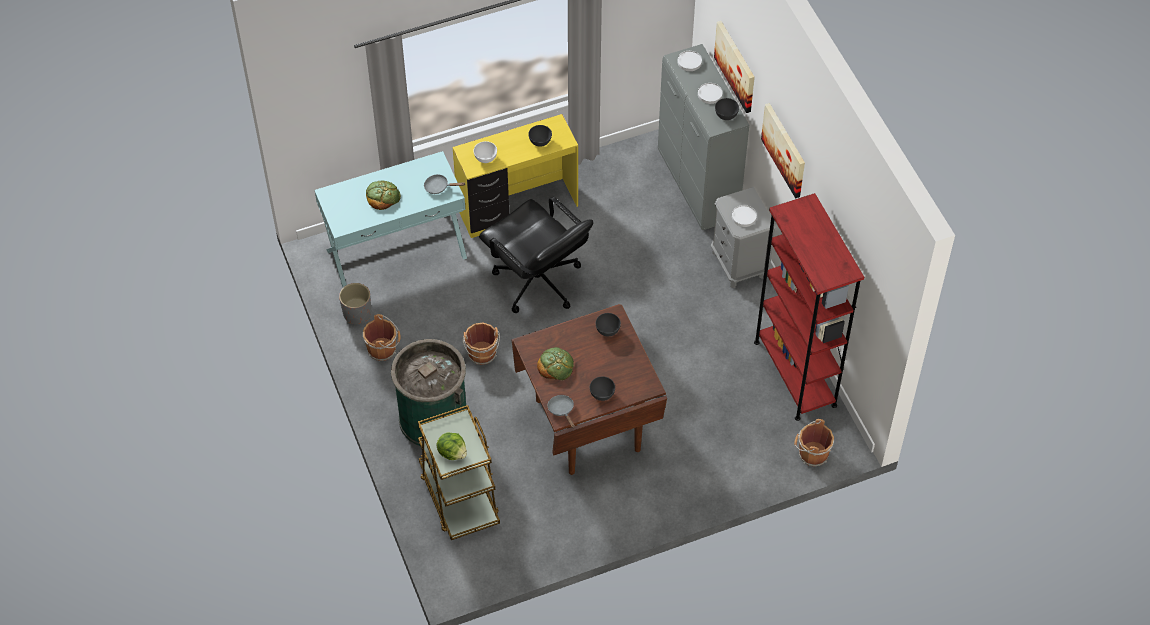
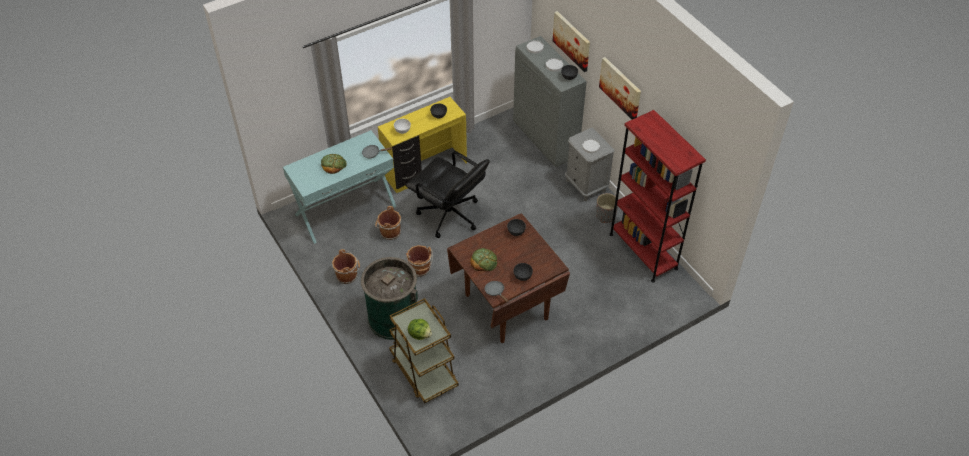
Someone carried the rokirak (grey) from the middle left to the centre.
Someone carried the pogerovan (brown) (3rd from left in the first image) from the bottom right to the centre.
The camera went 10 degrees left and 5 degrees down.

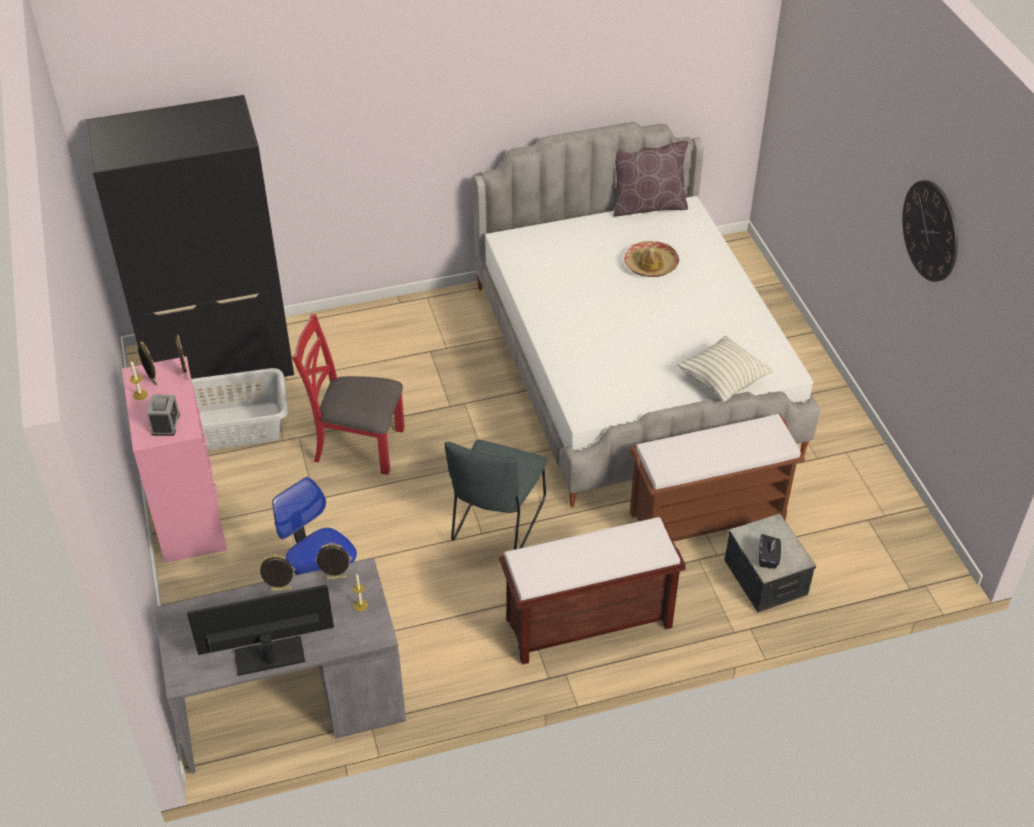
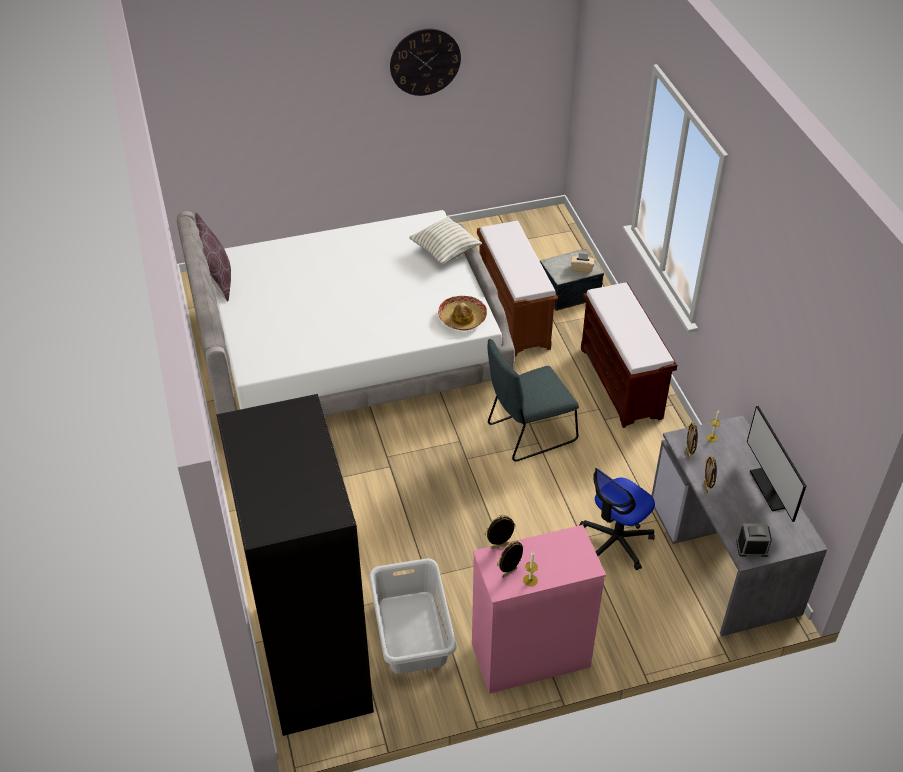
Someone took away the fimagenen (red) at the centre.
Someone carried the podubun from the middle left to the bottom right.
Someone carried the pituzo from the top centre to the centre.
Someone repainted the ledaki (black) at the middle right, which became the ledaki (beige) at the centre.
Someone rotated the fimagenen (grey) at the centre by 135 degrees clockwise.
The camera went 90 degrees left and 0 degrees up.

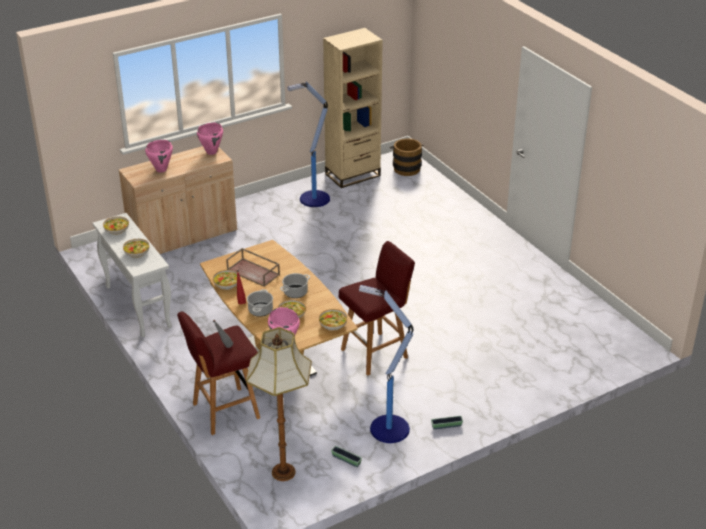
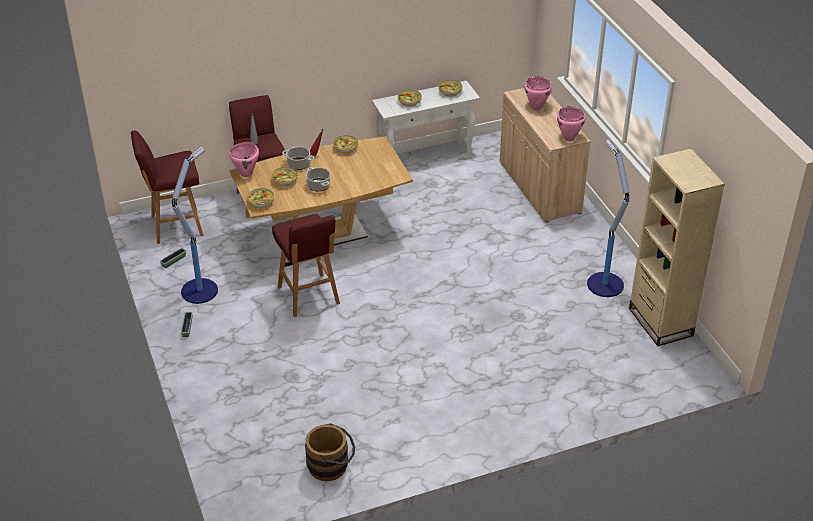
Someone took away the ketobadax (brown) at the centre.
Someone carried the pogerovan (brown) from the top centre to the bottom centre.
Someone swapped the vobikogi (1st from left) at the bottom centre for the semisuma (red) (1st from left) at the middle left.
The camera went 100 degrees right and 5 degrees up.

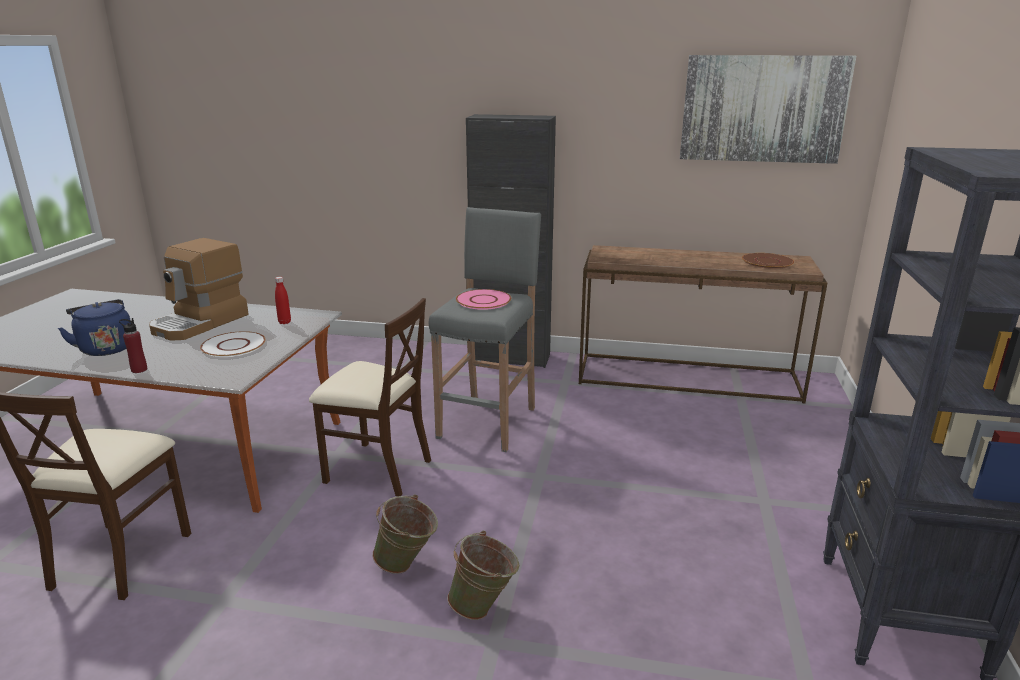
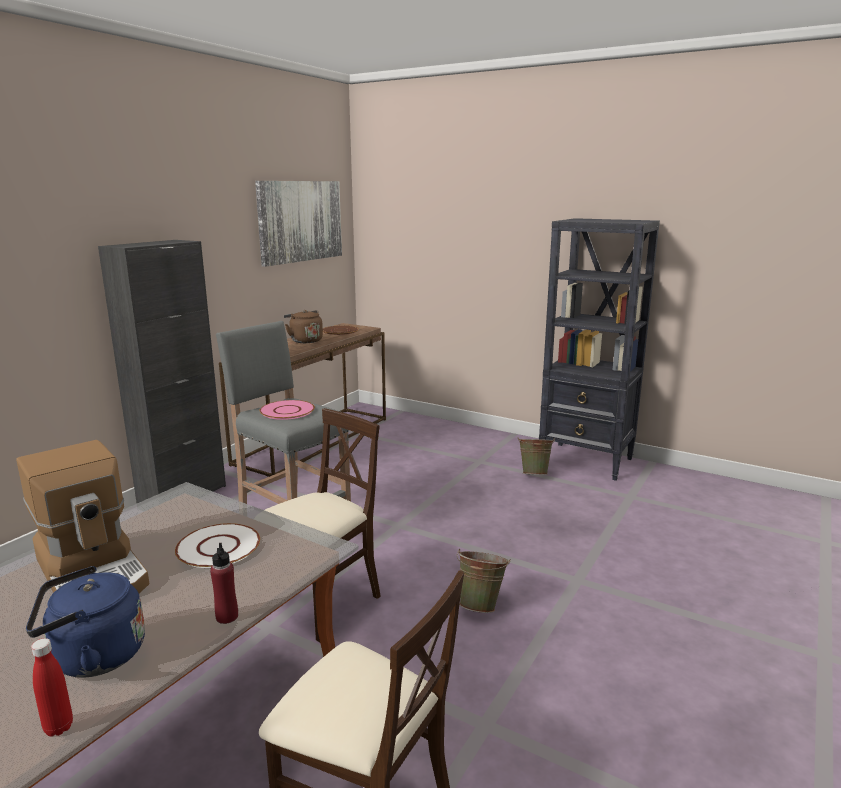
Someone put down the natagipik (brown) at the centre.
Someone carried the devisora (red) (2nd from left in the first image) from the middle left to the bottom left.
Someone carried the pogerovan (green) (2nd from left) from the bottom centre to the centre.
The camera went 70 degrees left and 5 degrees down.

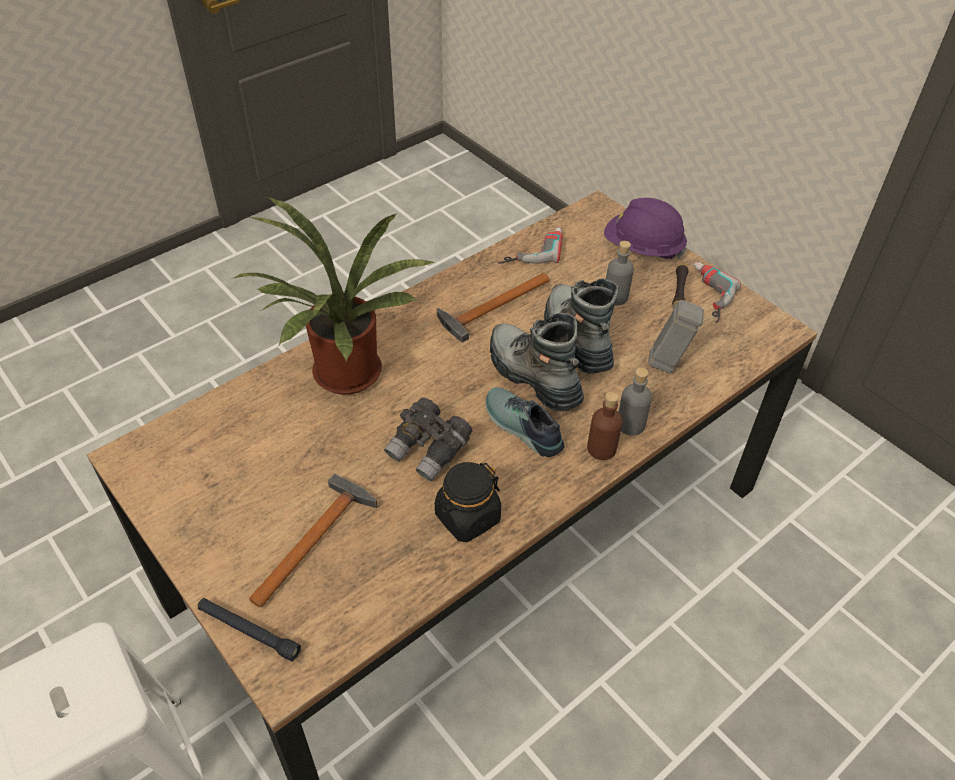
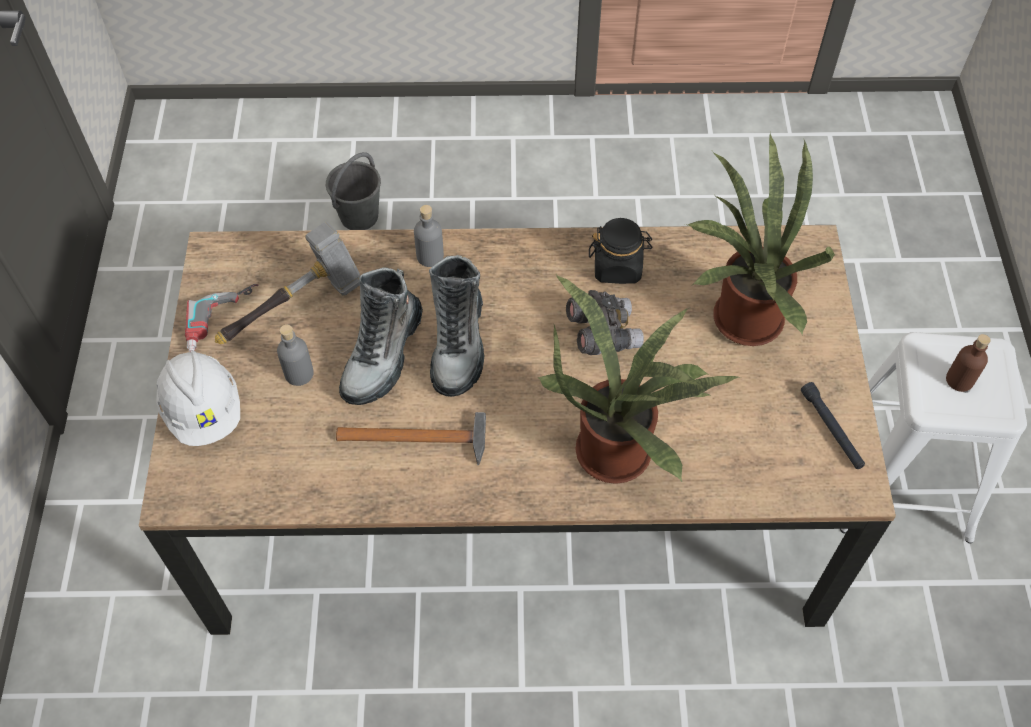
Someone took away the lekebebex at the centre.
Someone took away the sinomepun (1st from left) at the top centre.
Someone put down the pogerovan (grey) at the top centre.
Someone carried the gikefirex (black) from the bottom left to the middle right.
Someone carried the devisora (brown) from the centre to the middle right.
Someone swapped the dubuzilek (1st from left) at the bottom left for the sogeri (2nd from left) at the top right.
Someone repainted the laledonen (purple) at the top right, which became the laledonen (white) at the middle left.
The camera went 140 degrees left and 10 degrees up.

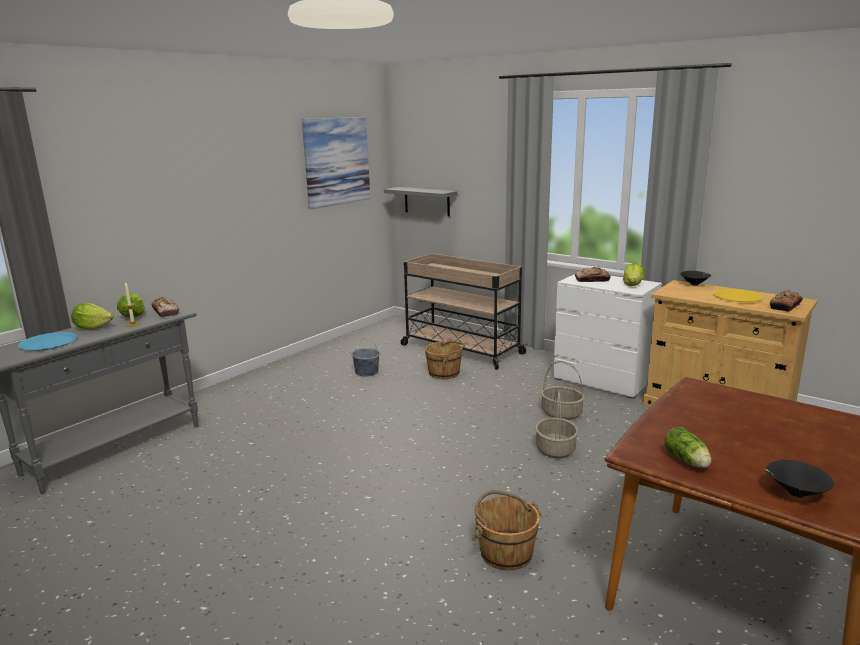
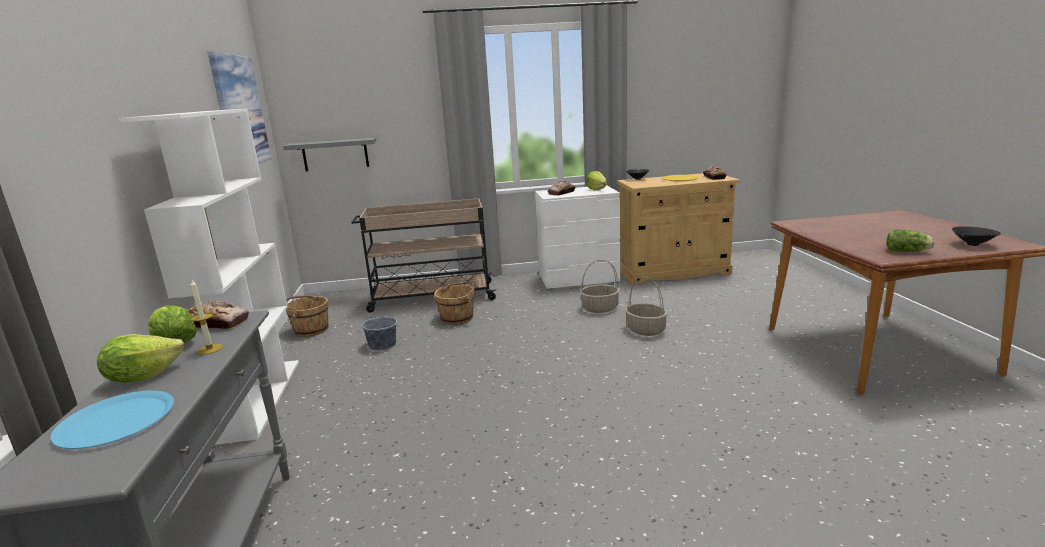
Someone put down the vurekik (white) at the middle left.
Someone carried the pogerovan (brown) (2nd from left in the first image) from the bottom centre to the middle left.
The camera went 45 degrees left and 0 degrees up.

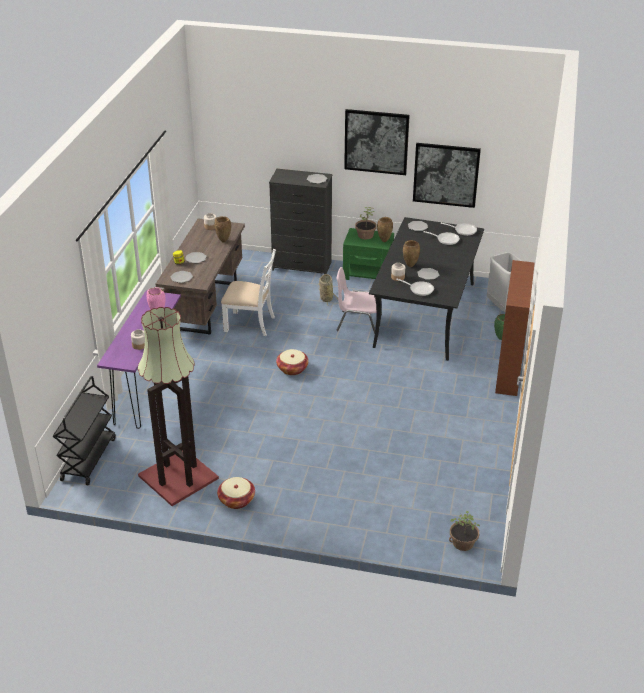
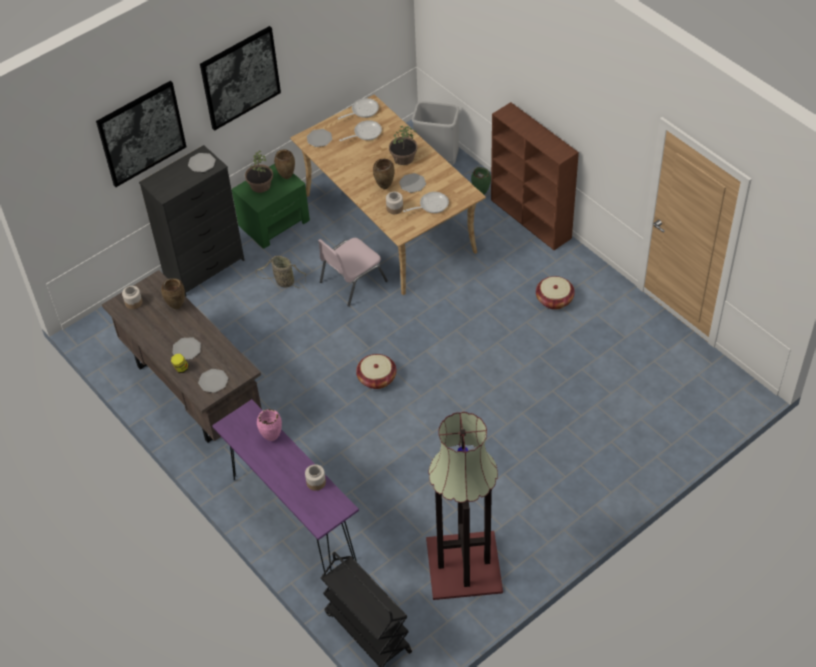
Someone took away the fimagenen (white) at the centre.
Someone carried the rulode (1st from left in the first image) from the bottom centre to the middle right.
Someone carried the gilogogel (2nd from left in the first image) from the top right to the top left.
Someone carried the sogeri (2nd from left) from the bottom right to the top centre.
Someone repainted the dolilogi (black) at the centre, which became the dolilogi (beige) at the top centre.
The camera went 50 degrees left and 15 degrees up.

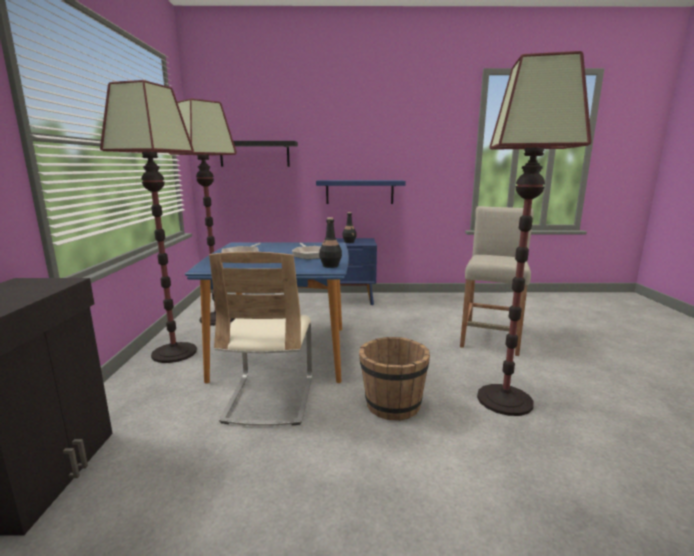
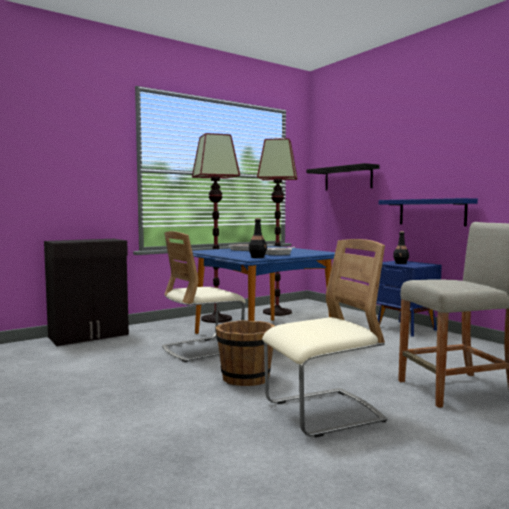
Someone swapped the vobikogi (3rd from left) at the middle right for the fimagenen (beige) (2nd from left) at the centre.
The camera went 55 degrees right and 10 degrees down.

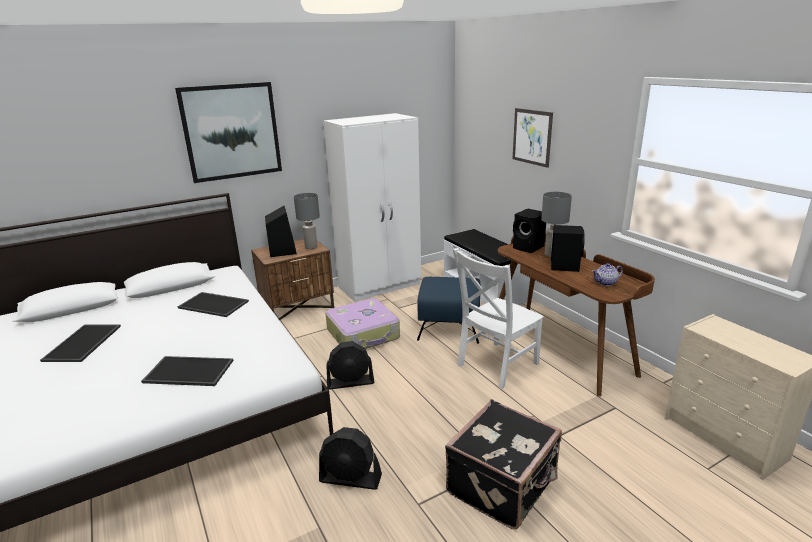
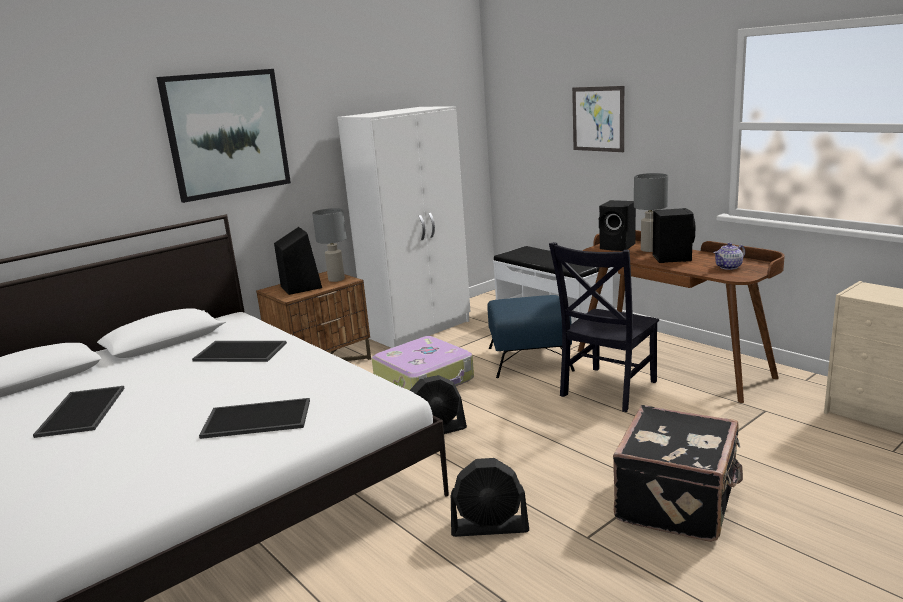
Someone repainted the fimagenen (white) at the centre, which became the fimagenen (black) at the middle right.
The camera went 10 degrees left and 5 degrees down.

